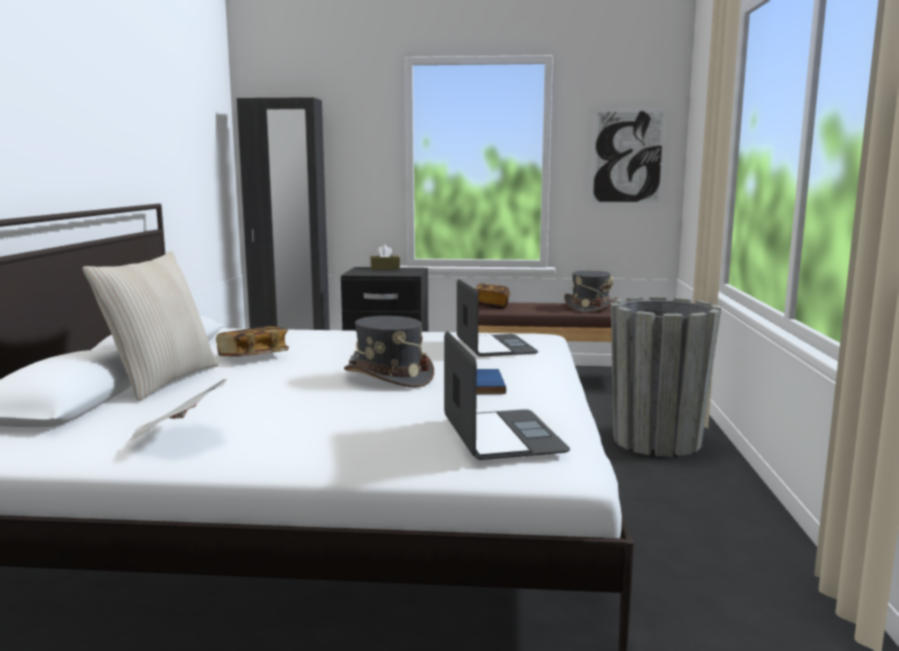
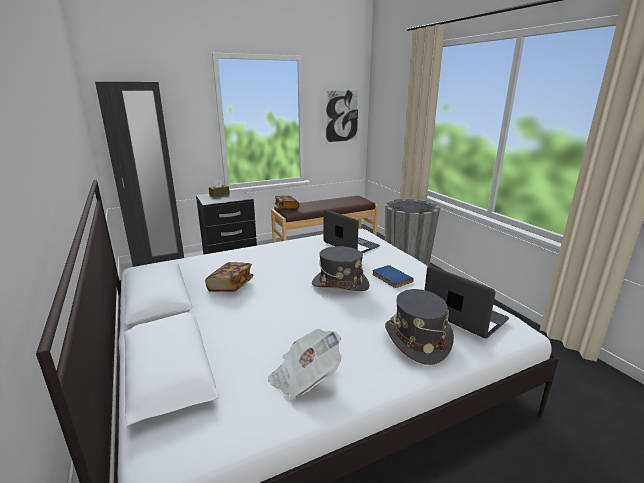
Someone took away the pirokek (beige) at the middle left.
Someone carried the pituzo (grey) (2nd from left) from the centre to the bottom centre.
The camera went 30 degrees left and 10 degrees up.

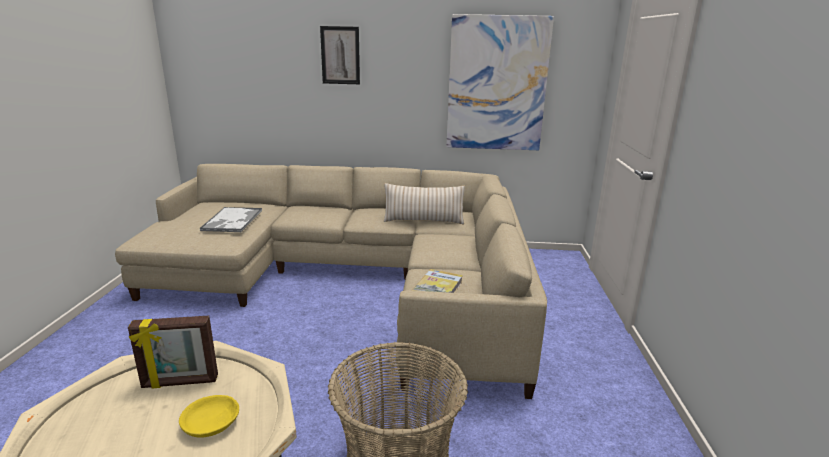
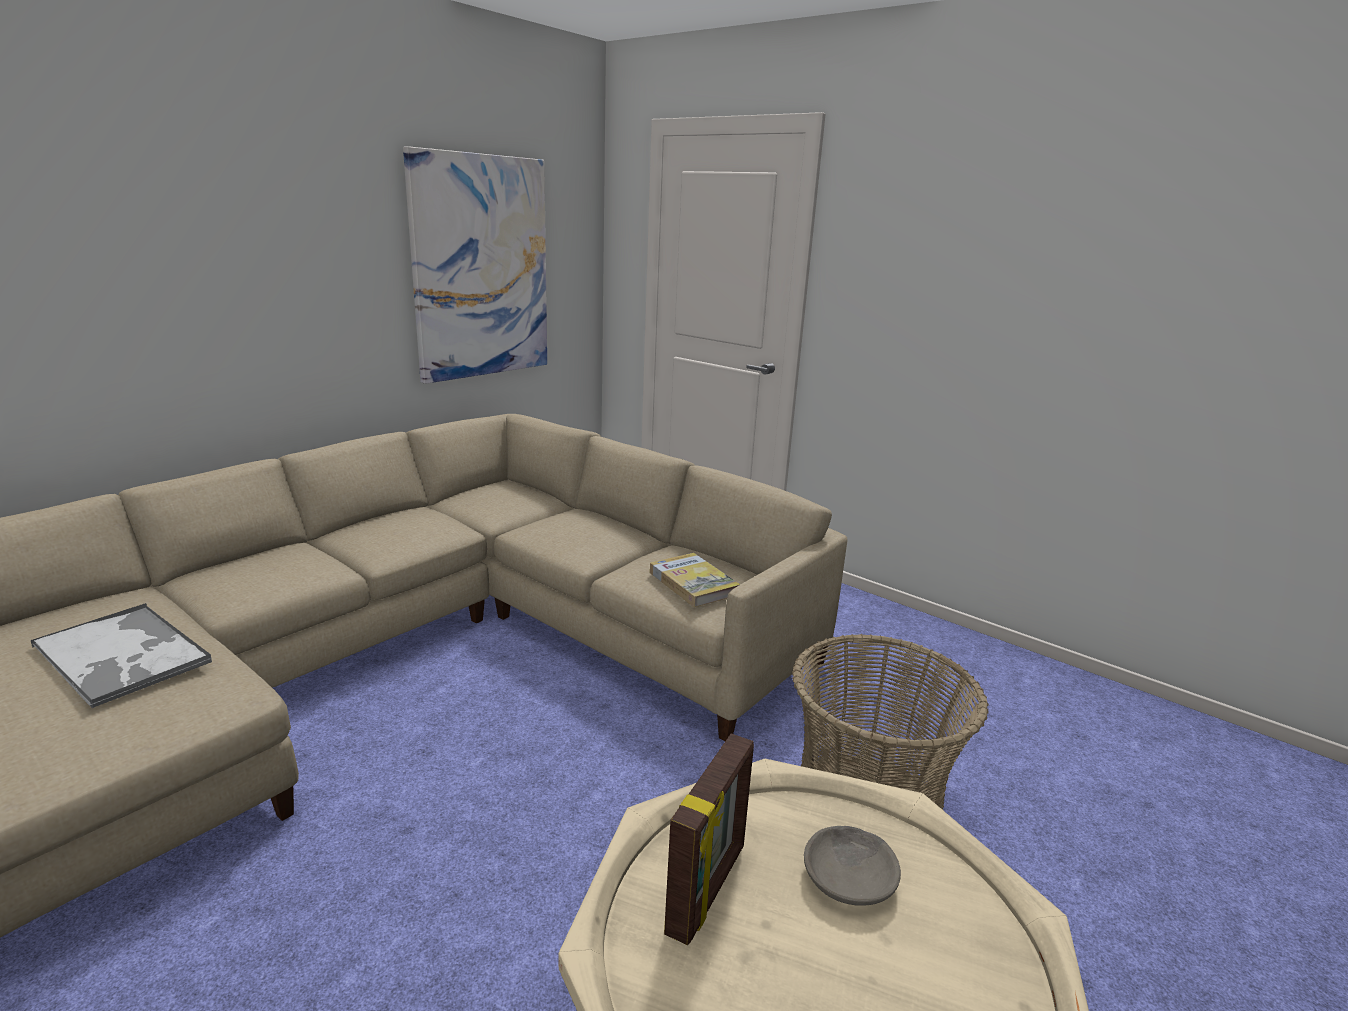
Someone took away the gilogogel (1st from left) at the top centre.
Someone took away the pirokek (beige) at the centre.
Someone repainted the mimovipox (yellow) at the bottom left, which became the mimovipox (grey) at the bottom centre.
The camera went 55 degrees left and 0 degrees up.

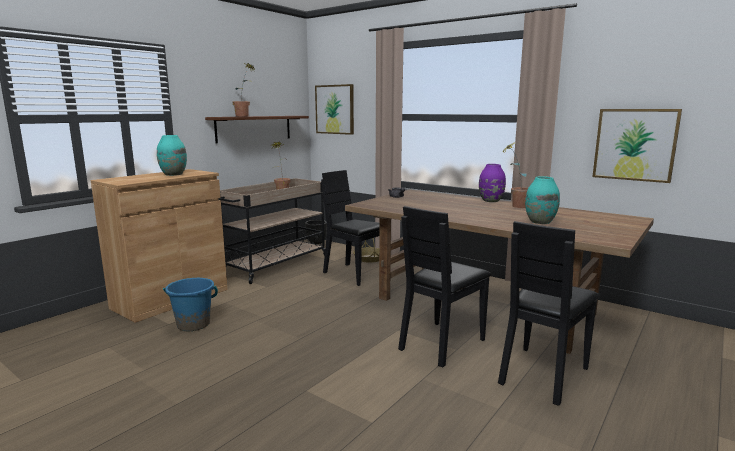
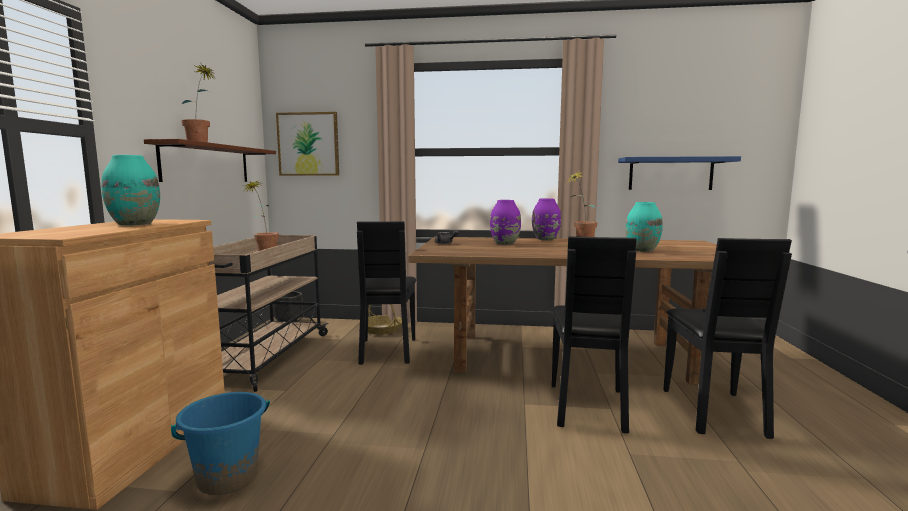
Someone put down the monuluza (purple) (1st from left) at the centre.
Someone swapped the gilogogel (2nd from left) at the top right for the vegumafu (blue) at the middle right.
Someone rotated the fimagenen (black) (1st from left) at the centre by 105 degrees counterclockwise.
The camera went 30 degrees left and 5 degrees down.

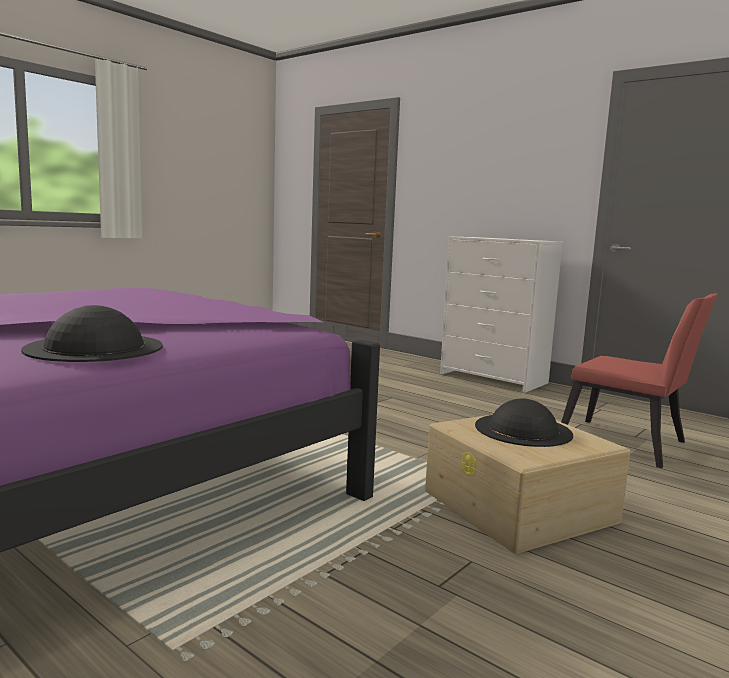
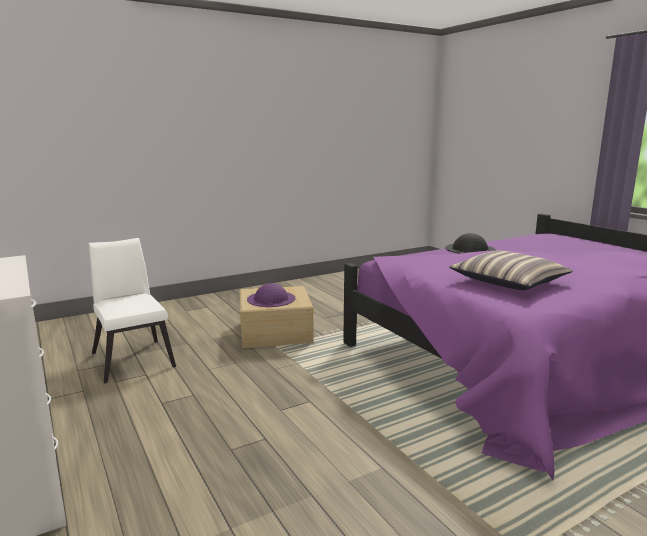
Someone put down the pirokek at the middle right.
Someone repainted the pituzo (black) (2nd from left) at the middle right, which became the pituzo (purple) at the centre.
Someone repainted the fimagenen (red) at the middle right, which became the fimagenen (white) at the middle left.
The camera went 160 degrees left and 5 degrees up.

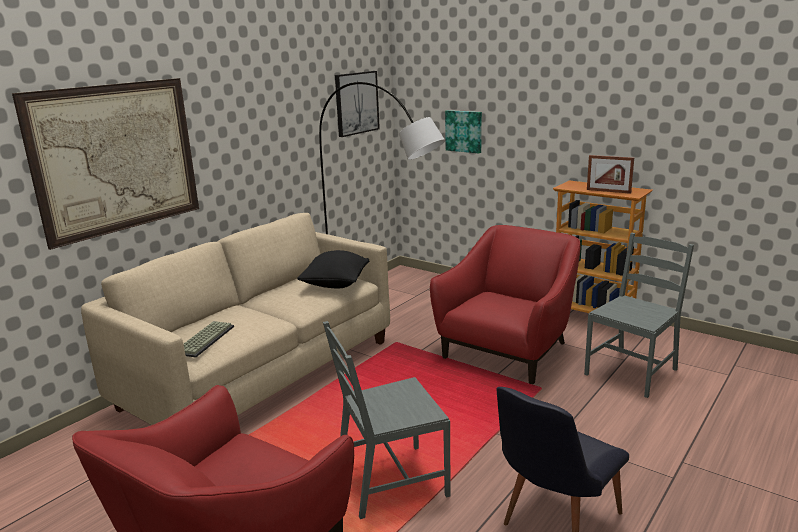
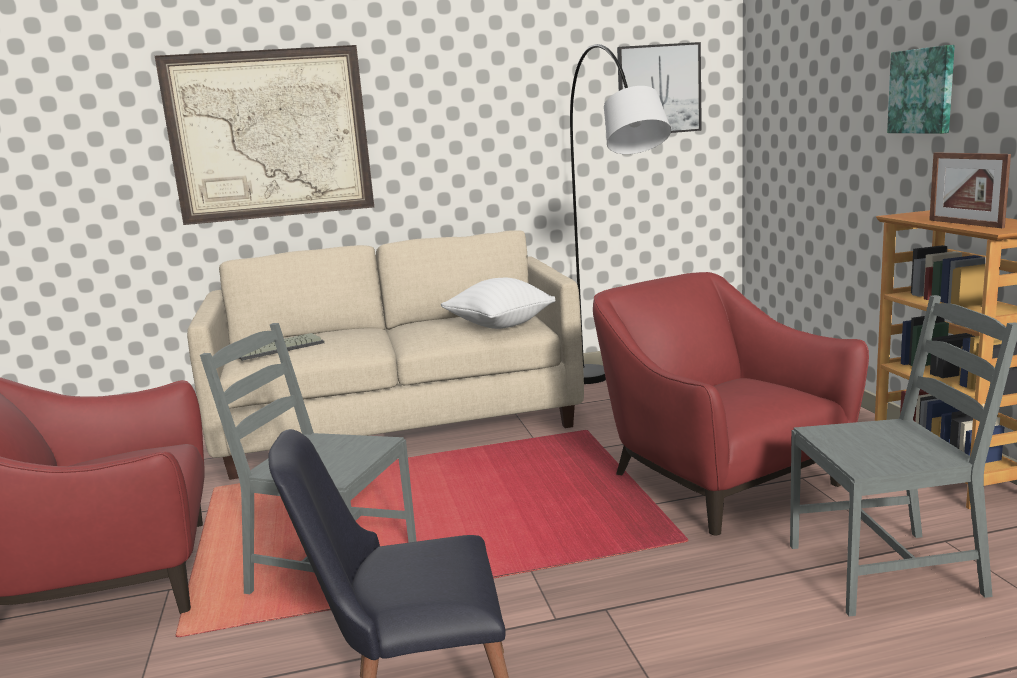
Someone carried the gilogogel (3rd from left) from the top centre to the top right.
Someone repainted the pirokek (black) at the centre, which became the pirokek (white) at the centre.
Someone rotated the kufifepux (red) (2nd from left) at the centre by 105 degrees counterclockwise.
The camera went 40 degrees right and 5 degrees down.

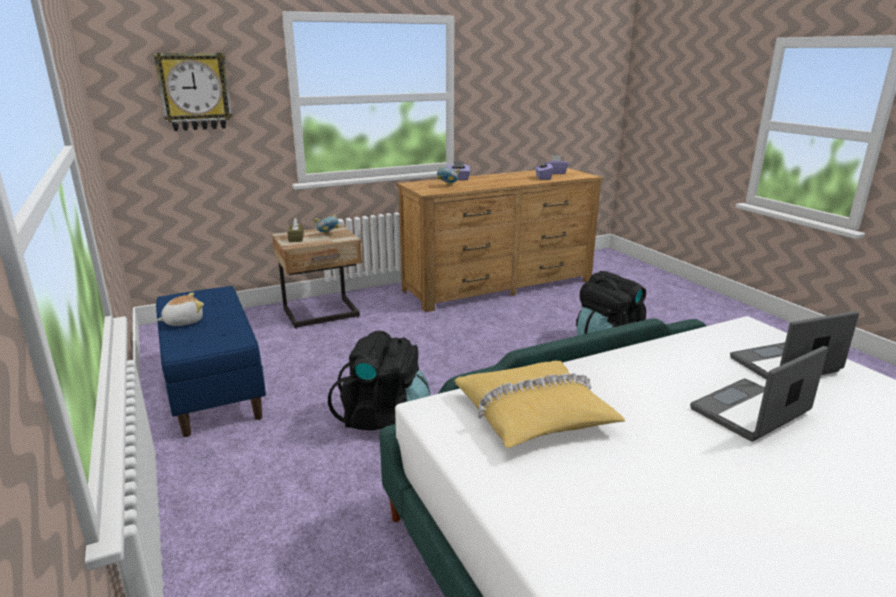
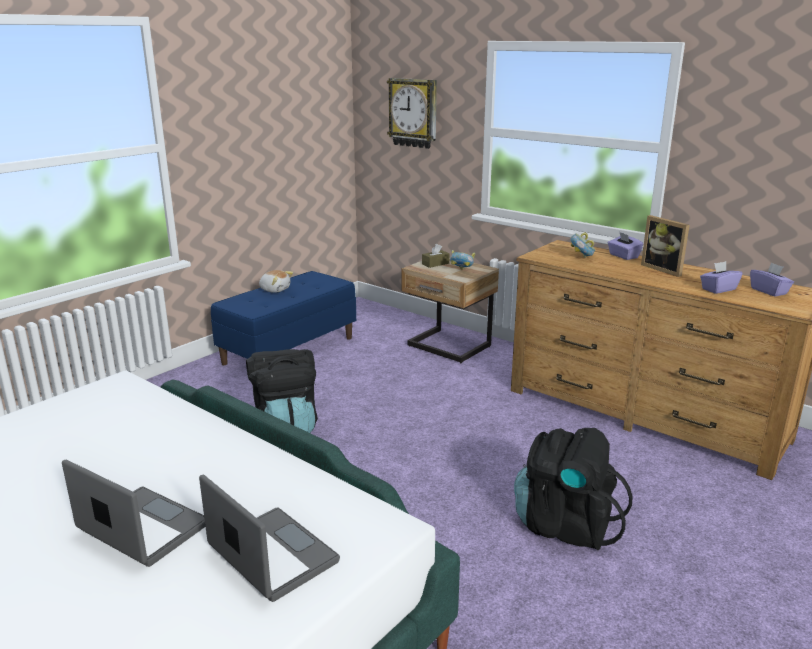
Someone took away the pirokek (yellow) at the bottom centre.
Someone put down the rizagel at the middle right.
The camera went 65 degrees right and 0 degrees up.

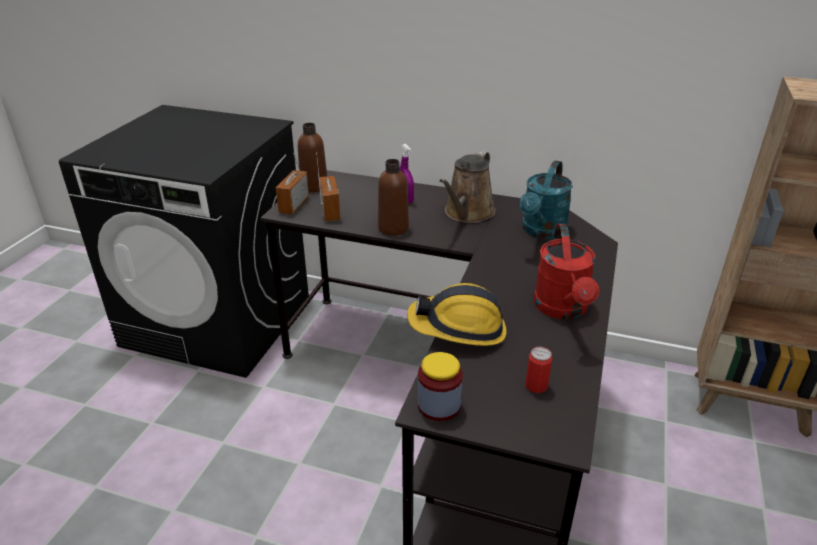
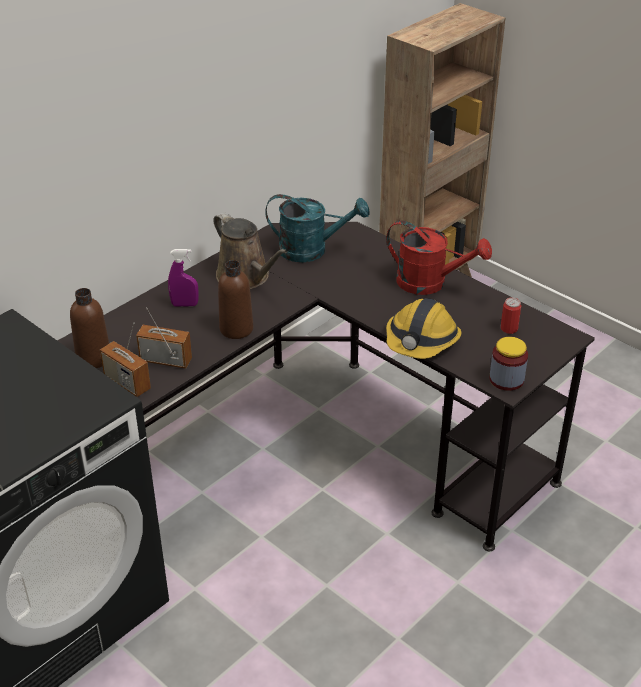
Someone rotated the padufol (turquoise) at the middle right by 45 degrees counterclockwise.
The camera went 65 degrees left and 5 degrees up.

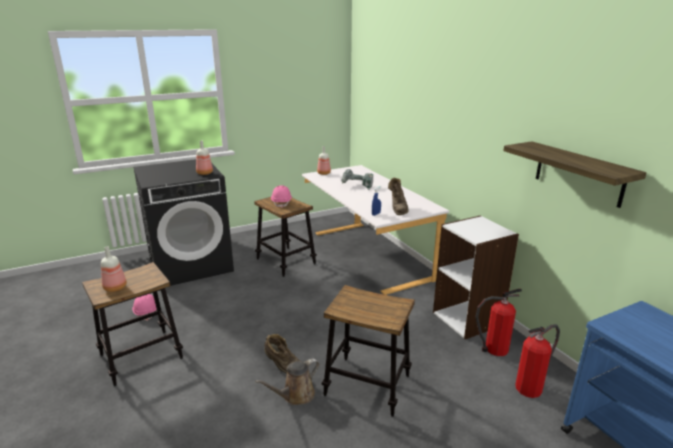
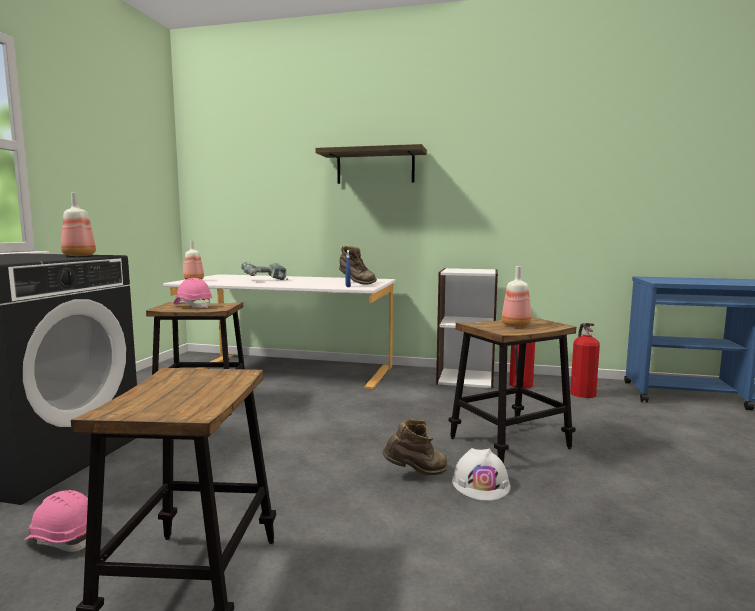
Someone carried the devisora (1st from left in the first image) from the middle left to the middle right.
Someone carried the vegumafu from the middle right to the top centre.
Someone swapped the padufol (brown) at the bottom centre for the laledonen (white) at the bottom centre.
The camera went 50 degrees left and 15 degrees down.

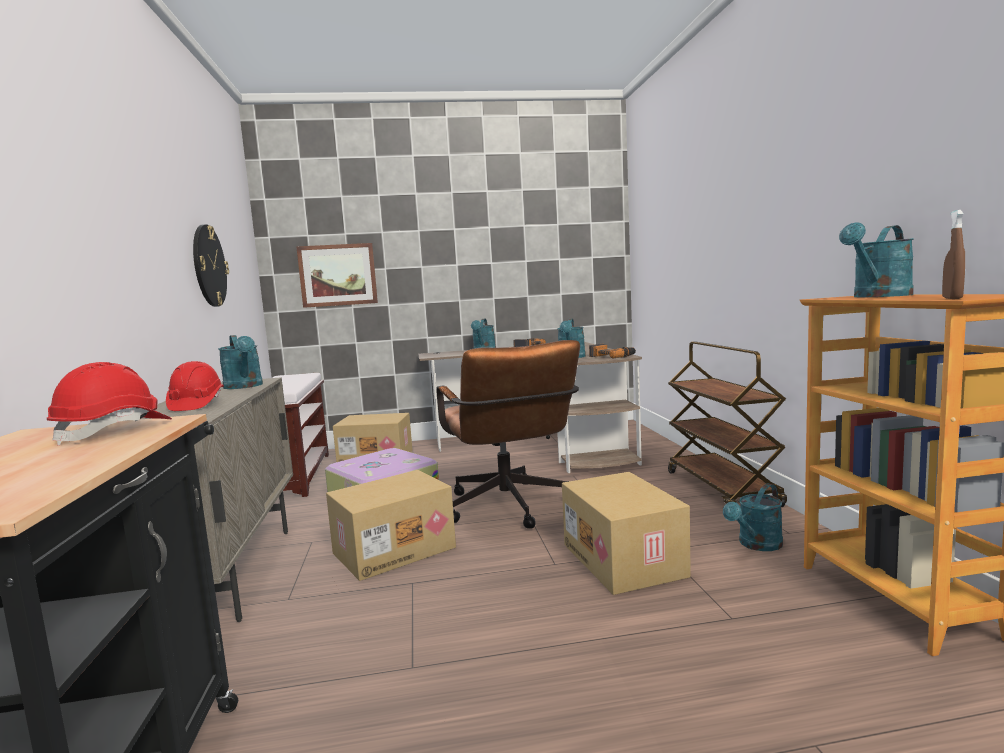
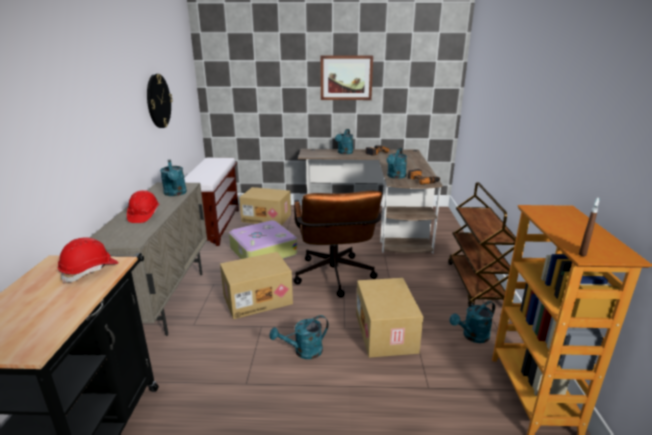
Someone carried the gilogogel from the centre to the top centre.
Someone carried the padufol (turquoise) (5th from left in the first image) from the middle right to the bottom centre.
The camera went 10 degrees right and 15 degrees up.

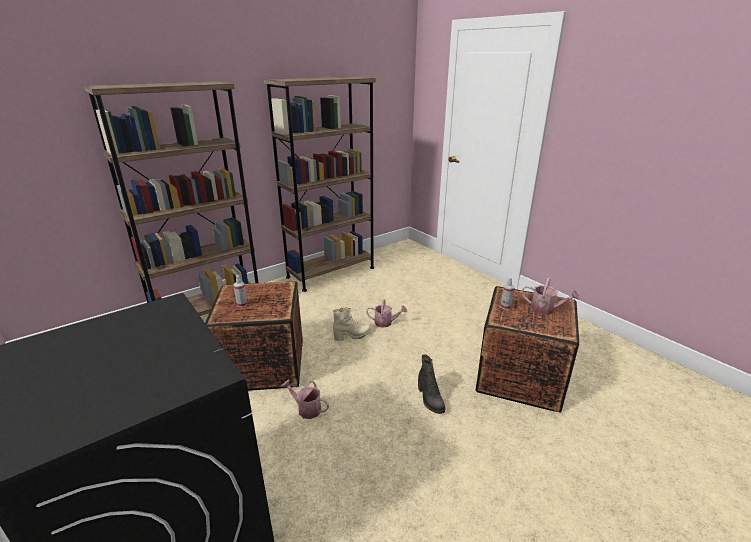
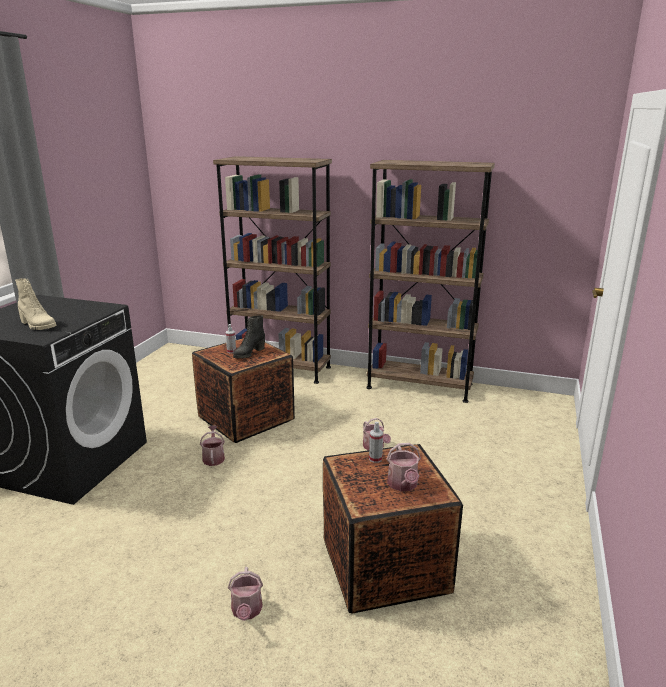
Someone put down the padufol (2nd from left) at the bottom centre.
Someone carried the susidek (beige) from the centre to the middle left.
Someone carried the susidek (black) from the bottom centre to the centre.
The camera went 55 degrees right and 5 degrees down.

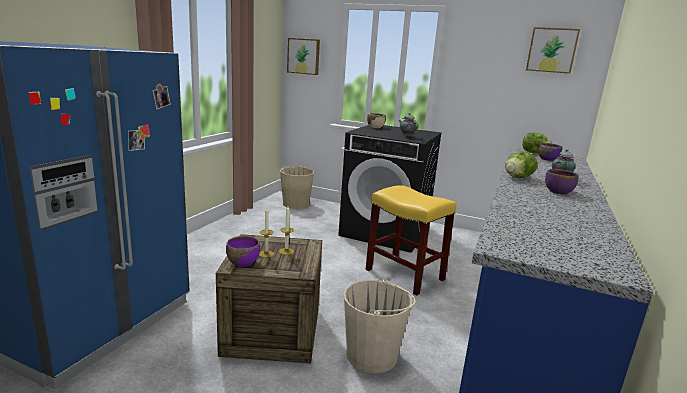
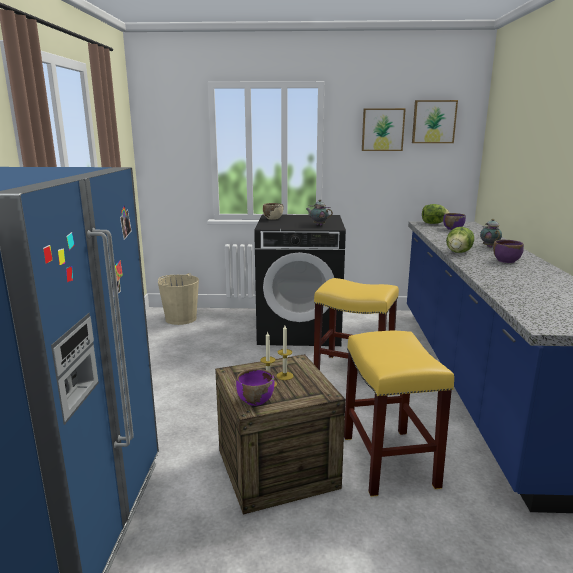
Someone carried the gilogogel (1st from left) from the top centre to the top right.
Someone swapped the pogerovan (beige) (2nd from left) at the bottom centre for the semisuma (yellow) (2nd from left) at the bottom right.
The camera went 20 degrees left and 0 degrees up.

